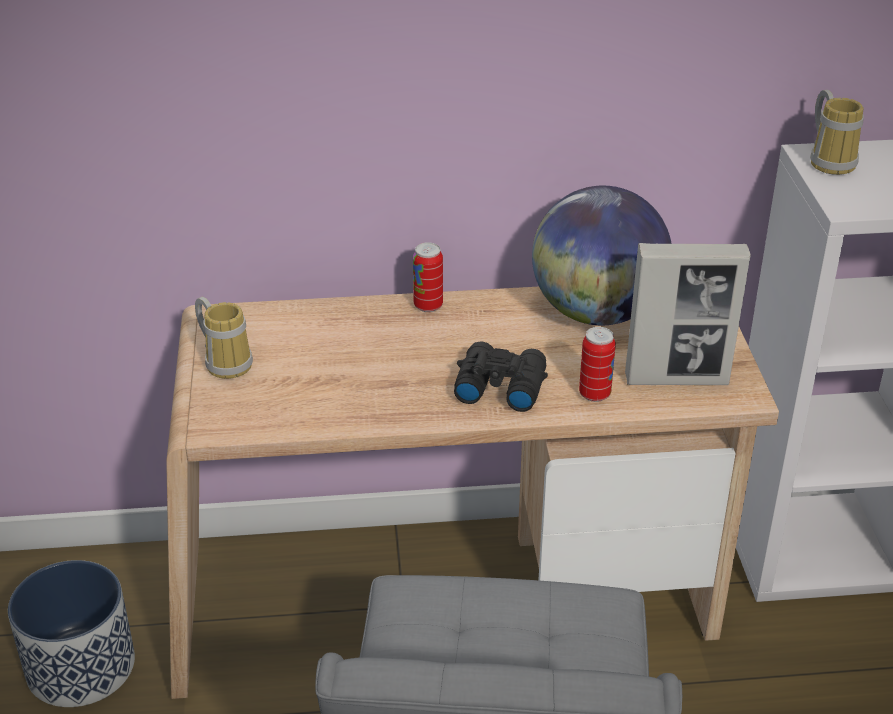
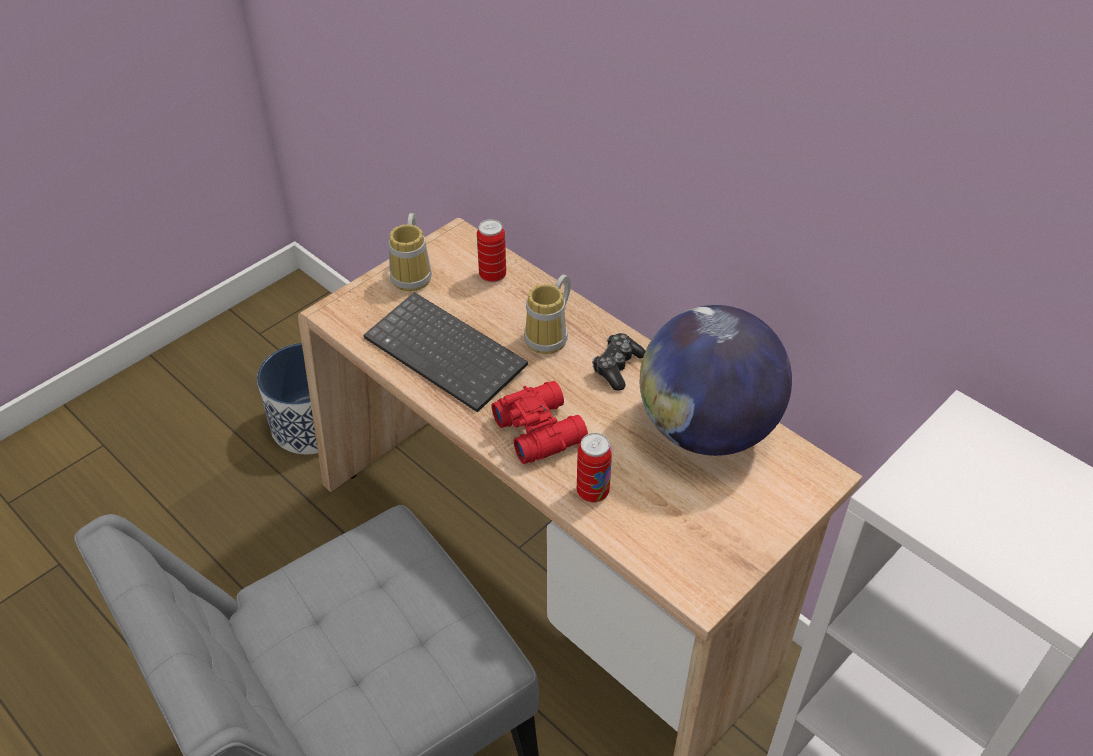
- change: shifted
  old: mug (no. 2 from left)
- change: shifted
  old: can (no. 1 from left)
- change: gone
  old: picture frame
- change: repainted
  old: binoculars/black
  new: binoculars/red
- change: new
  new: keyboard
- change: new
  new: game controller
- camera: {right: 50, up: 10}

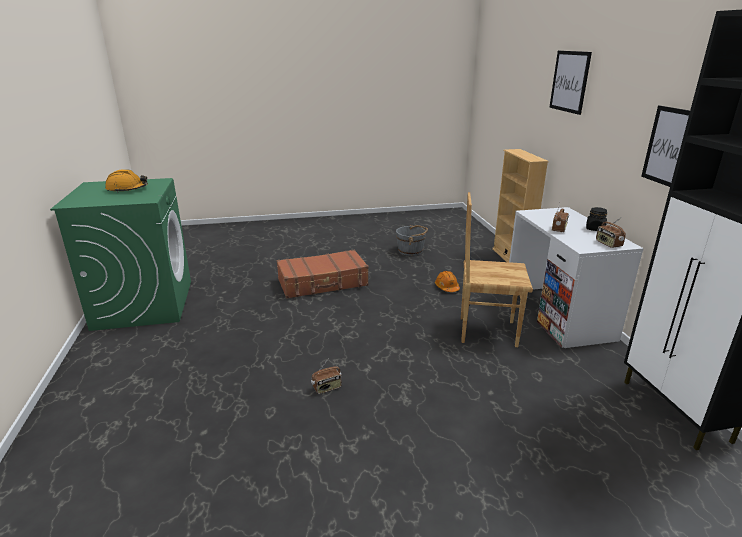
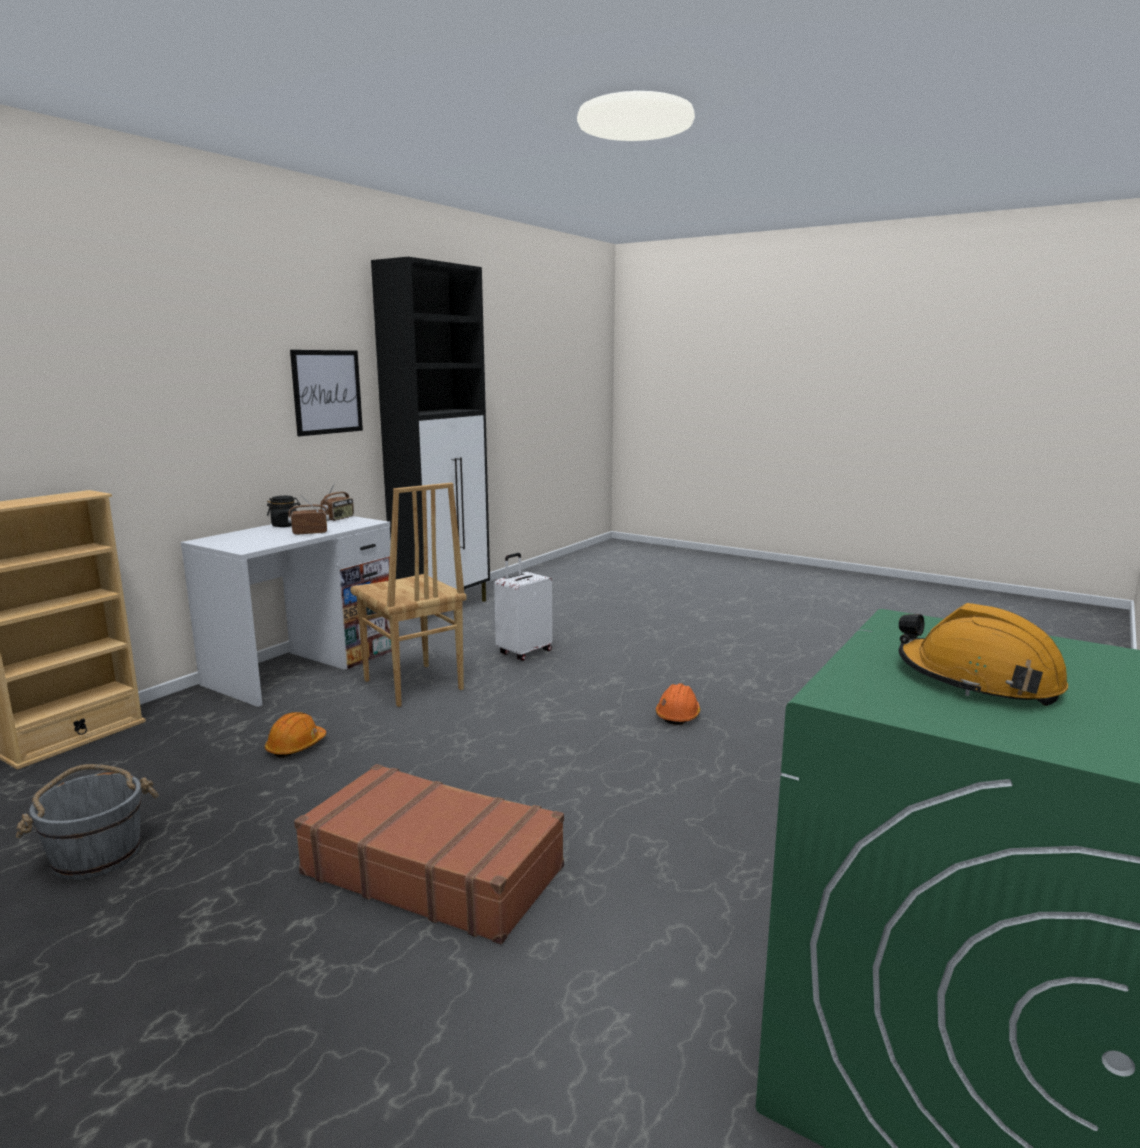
- change: gone
  old: picture (no. 1 from left)
- change: swapped
  old: radio (no. 1 from left)
  new: hard hat/orange (no. 2 from left)
- change: new
  new: suitcase/white
- camera: {right: -135, up: -10}

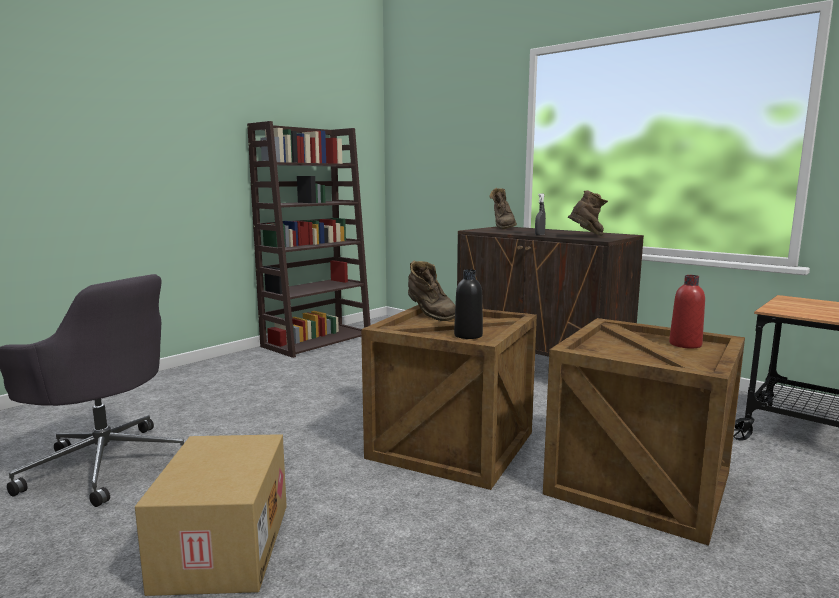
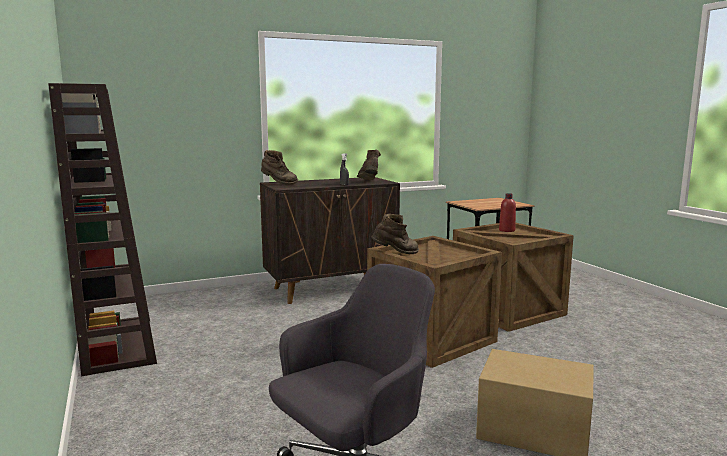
- change: gone
  old: bottle/black
- camera: {right: -65, up: 0}

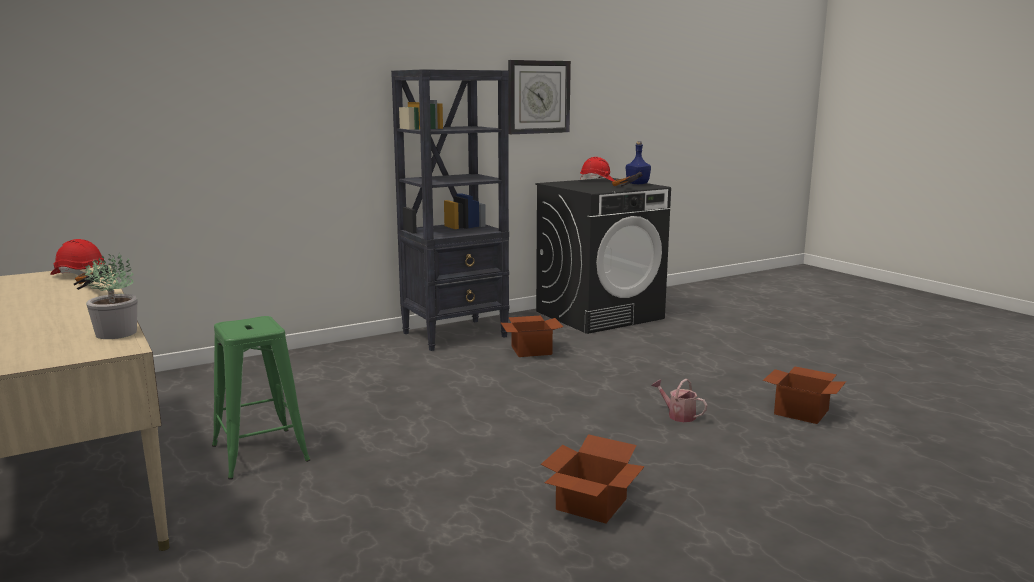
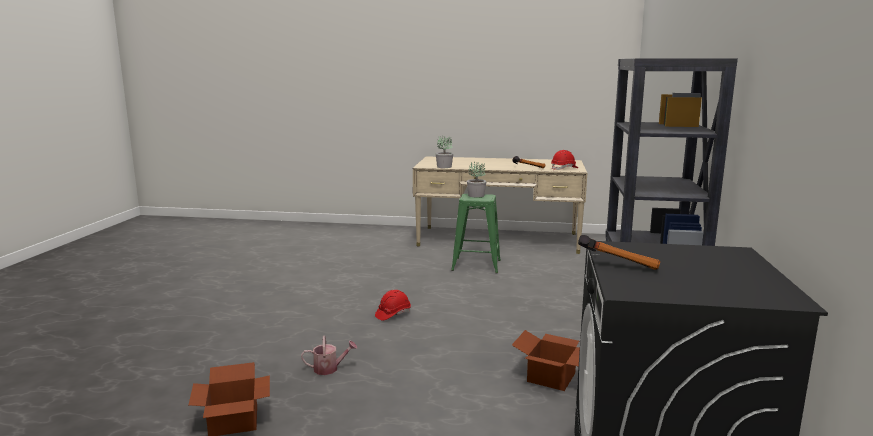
- change: gone
  old: wall clock
- change: gone
  old: bottle/blue
- change: shifted
  old: hard hat/red (no. 2 from left in the first image)
  new: hard hat/red (no. 1 from left)
- change: gone
  old: cardboard box (no. 2 from left)
- change: new
  new: potted plant (no. 2 from left)
- camera: {right: 130, up: 0}

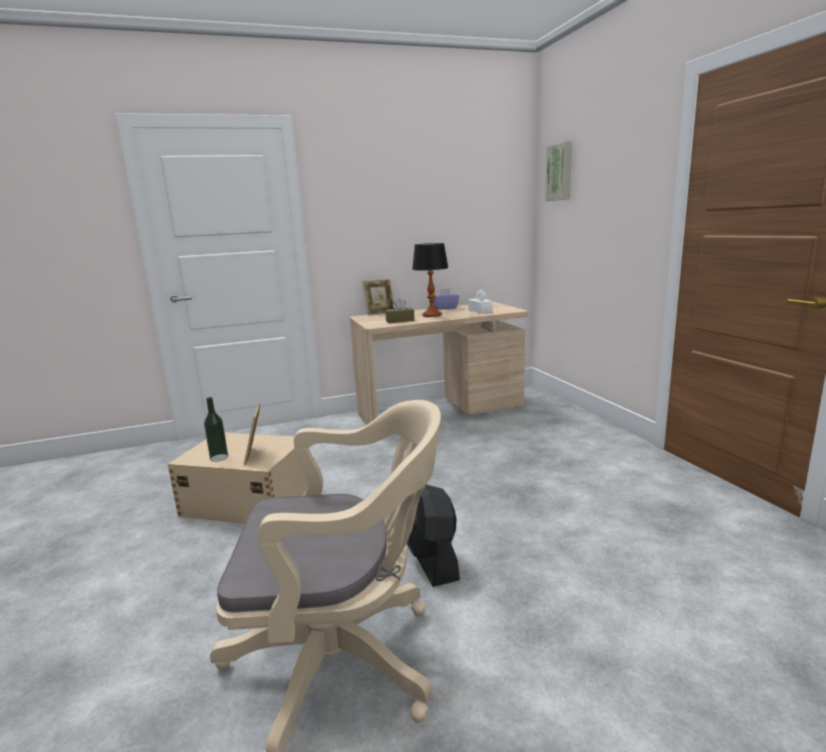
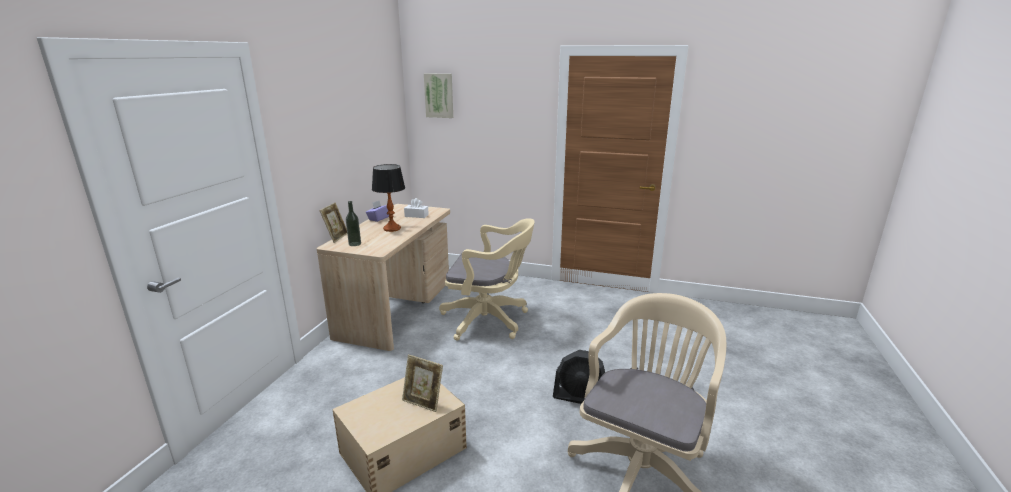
- change: gone
  old: tissue box/brown
- change: shifted
  old: bottle
- change: new
  new: office chair/beige (no. 1 from left)
- camera: {right: -55, up: 5}

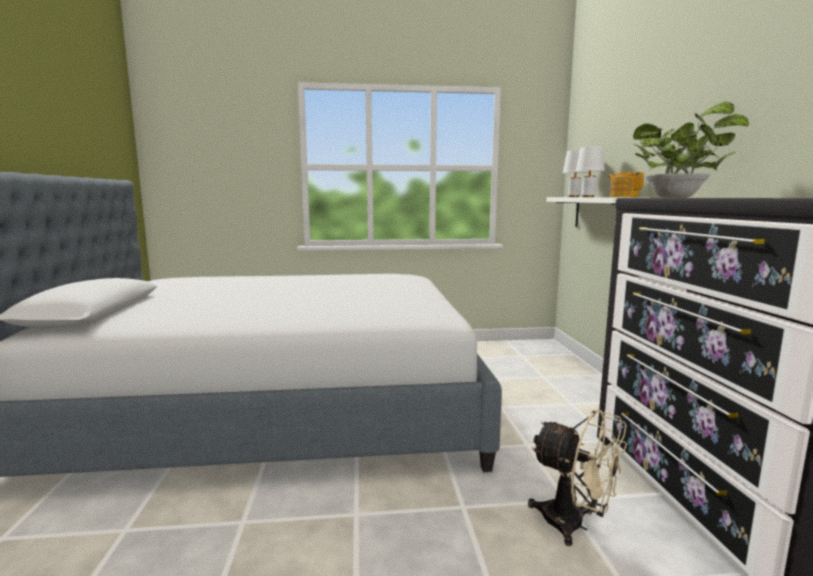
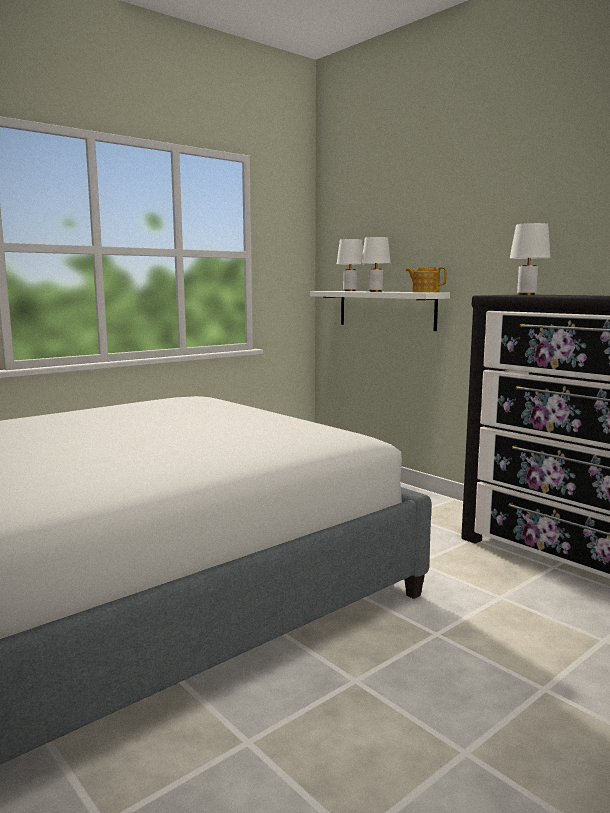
- change: swapped
  old: potted plant
  new: table lamp/white (no. 3 from left)
- change: gone
  old: fan/beige
- camera: {right: -35, up: 0}

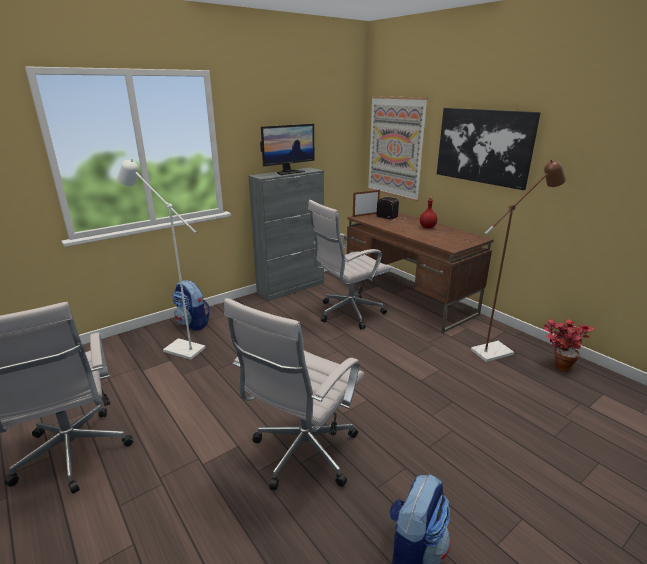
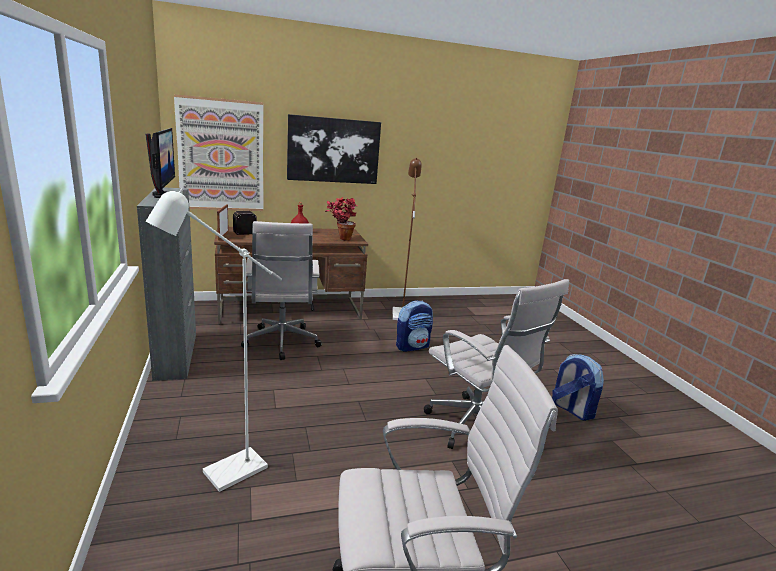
- change: shifted
  old: backpack (no. 1 from left)
- change: shifted
  old: potted plant
- camera: {right: -70, up: -5}

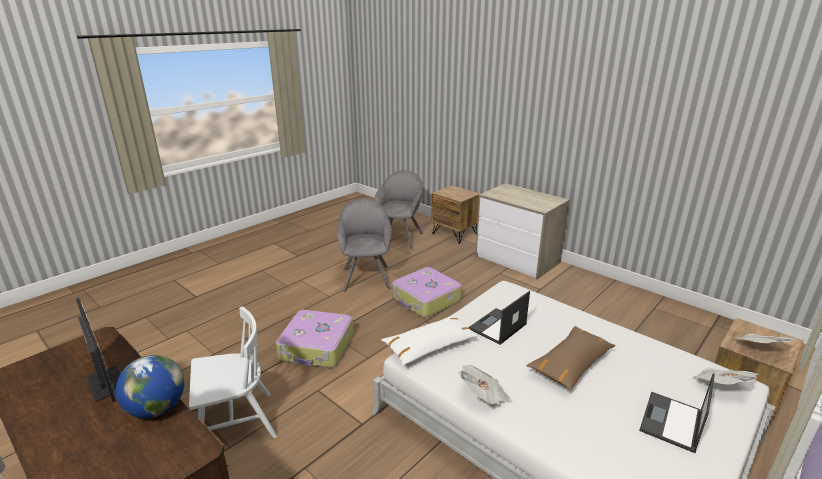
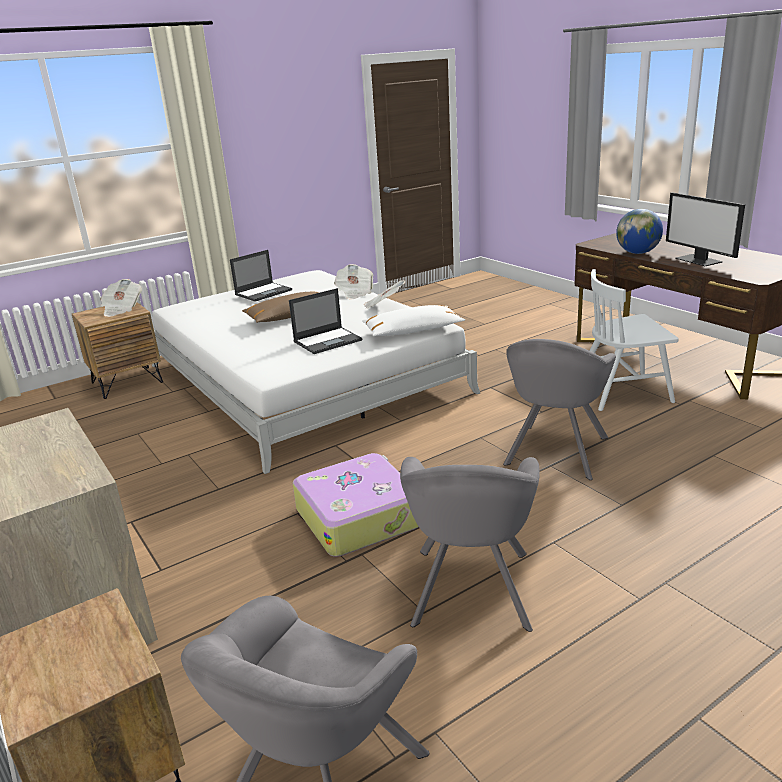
- change: swapped
  old: suitcase (no. 1 from left)
  new: armchair/grey (no. 3 from left)
- change: shifted
  old: newspaper (no. 2 from left)
- camera: {right: -165, up: 0}

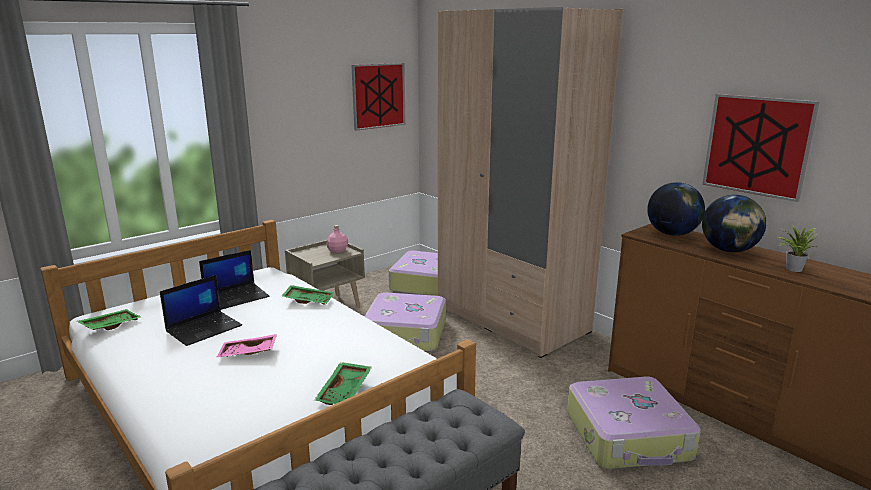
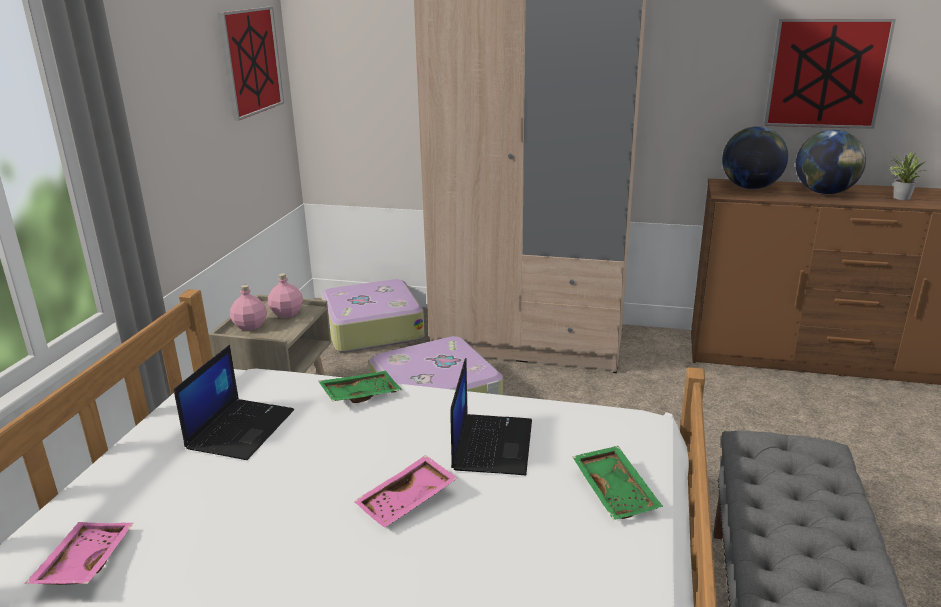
- change: shifted
  old: laptop (no. 1 from left in the first image)
  new: laptop (no. 2 from left)
- change: repainted
  old: tray/green (no. 1 from left)
  new: tray/pink (no. 1 from left)
- change: gone
  old: suitcase (no. 3 from left)
- change: new
  new: bottle/pink (no. 1 from left)
- camera: {right: -35, up: 5}

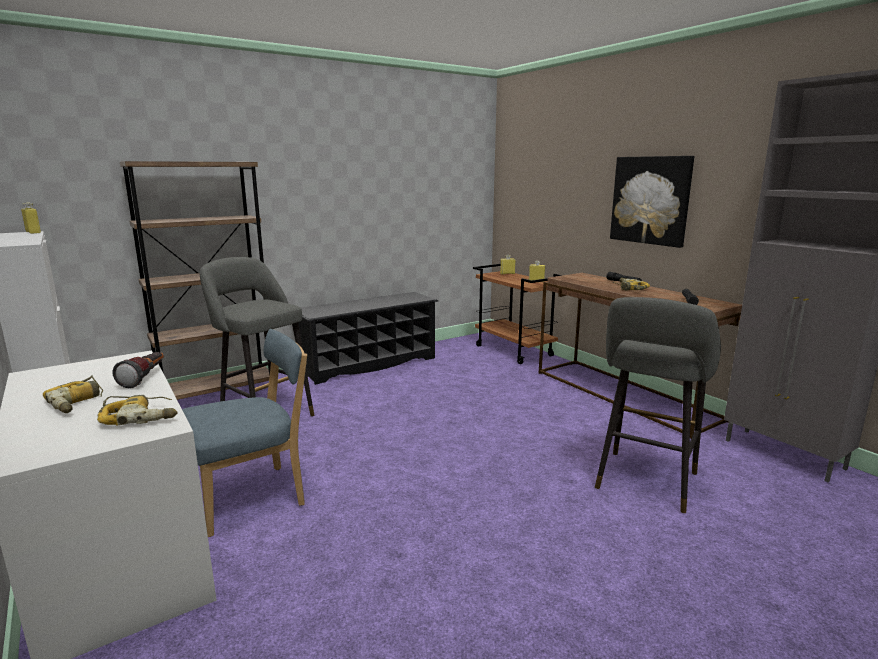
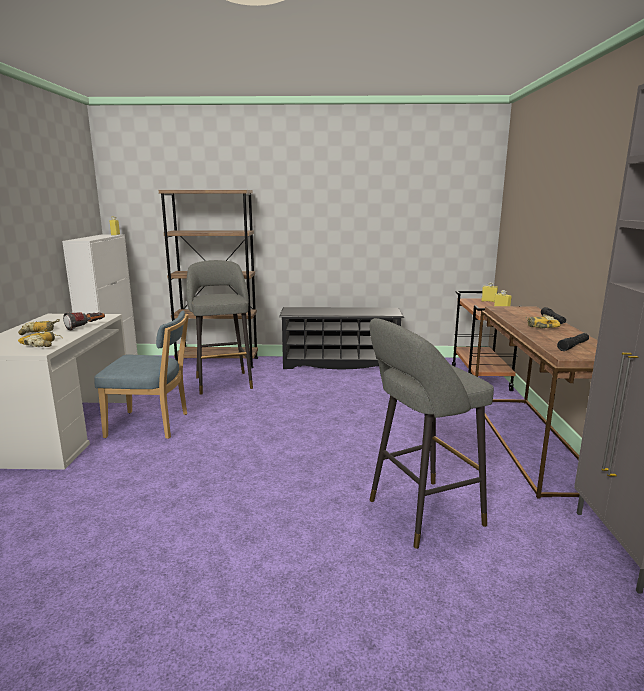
- change: gone
  old: picture
- camera: {right: 35, up: 0}

